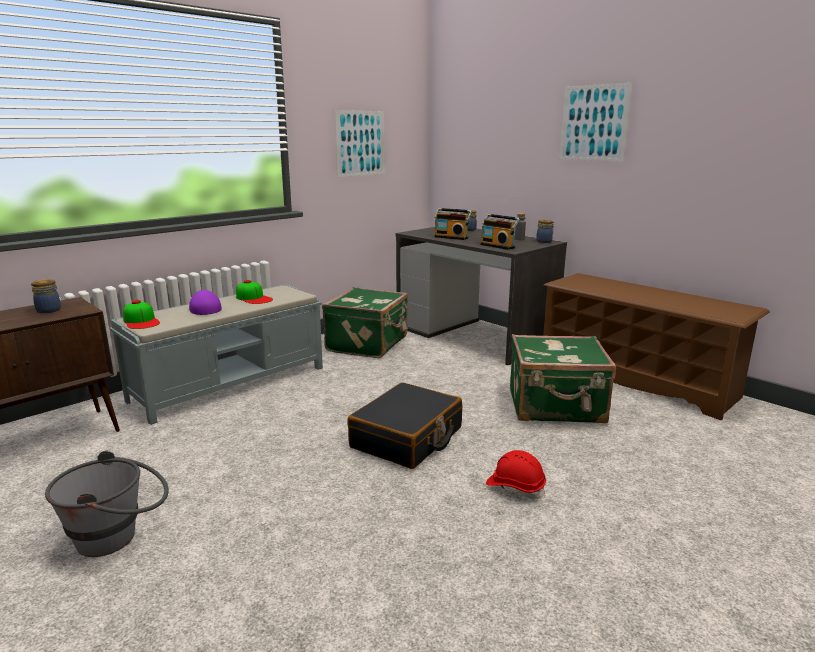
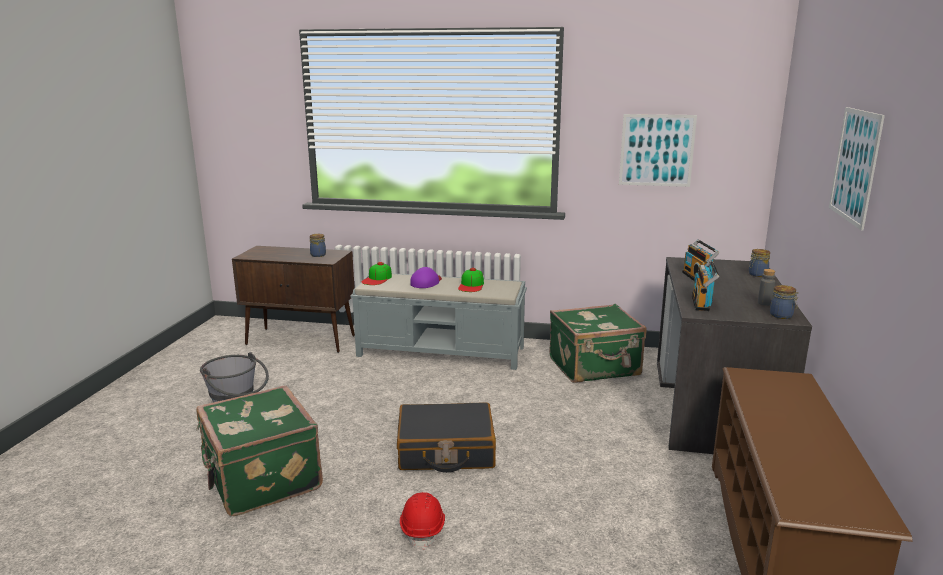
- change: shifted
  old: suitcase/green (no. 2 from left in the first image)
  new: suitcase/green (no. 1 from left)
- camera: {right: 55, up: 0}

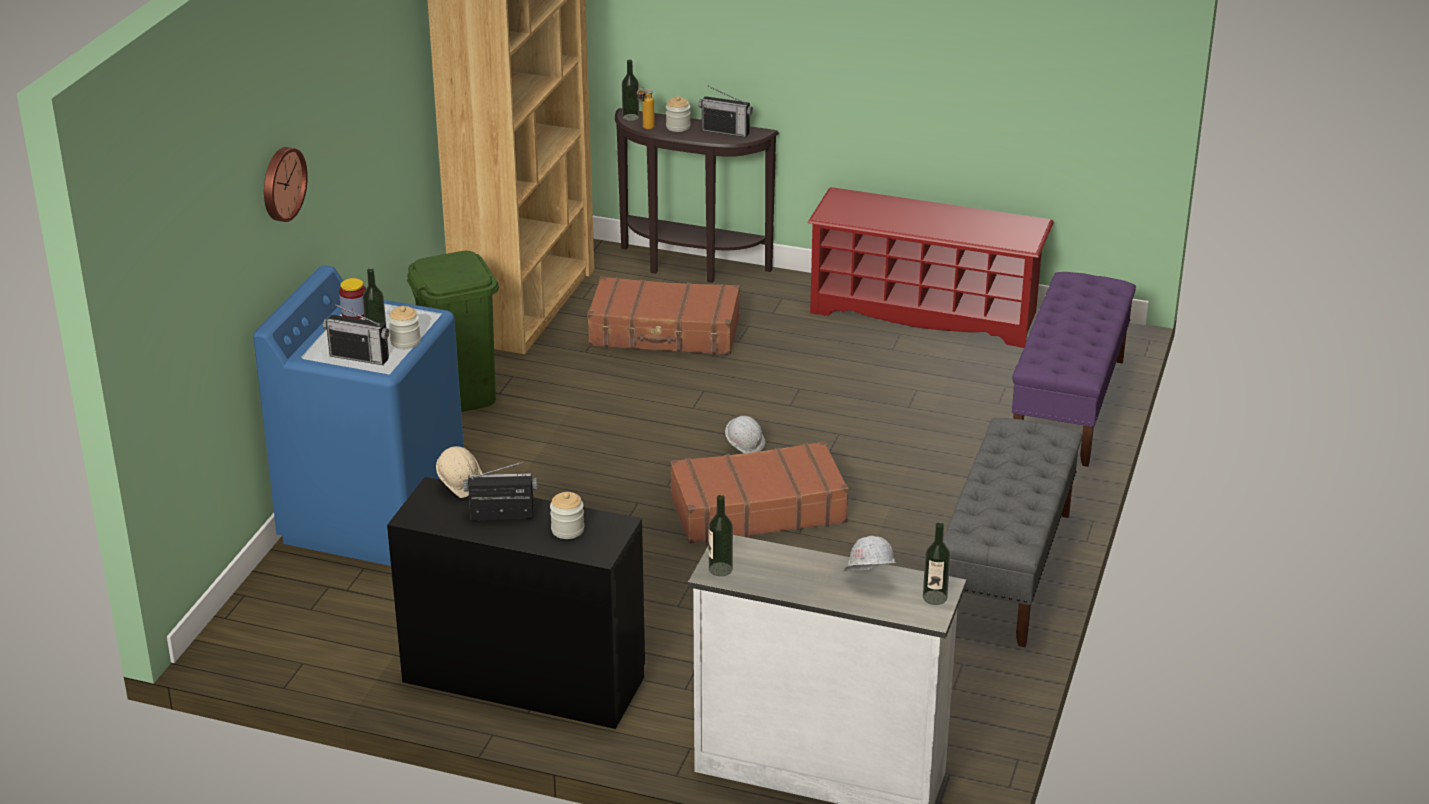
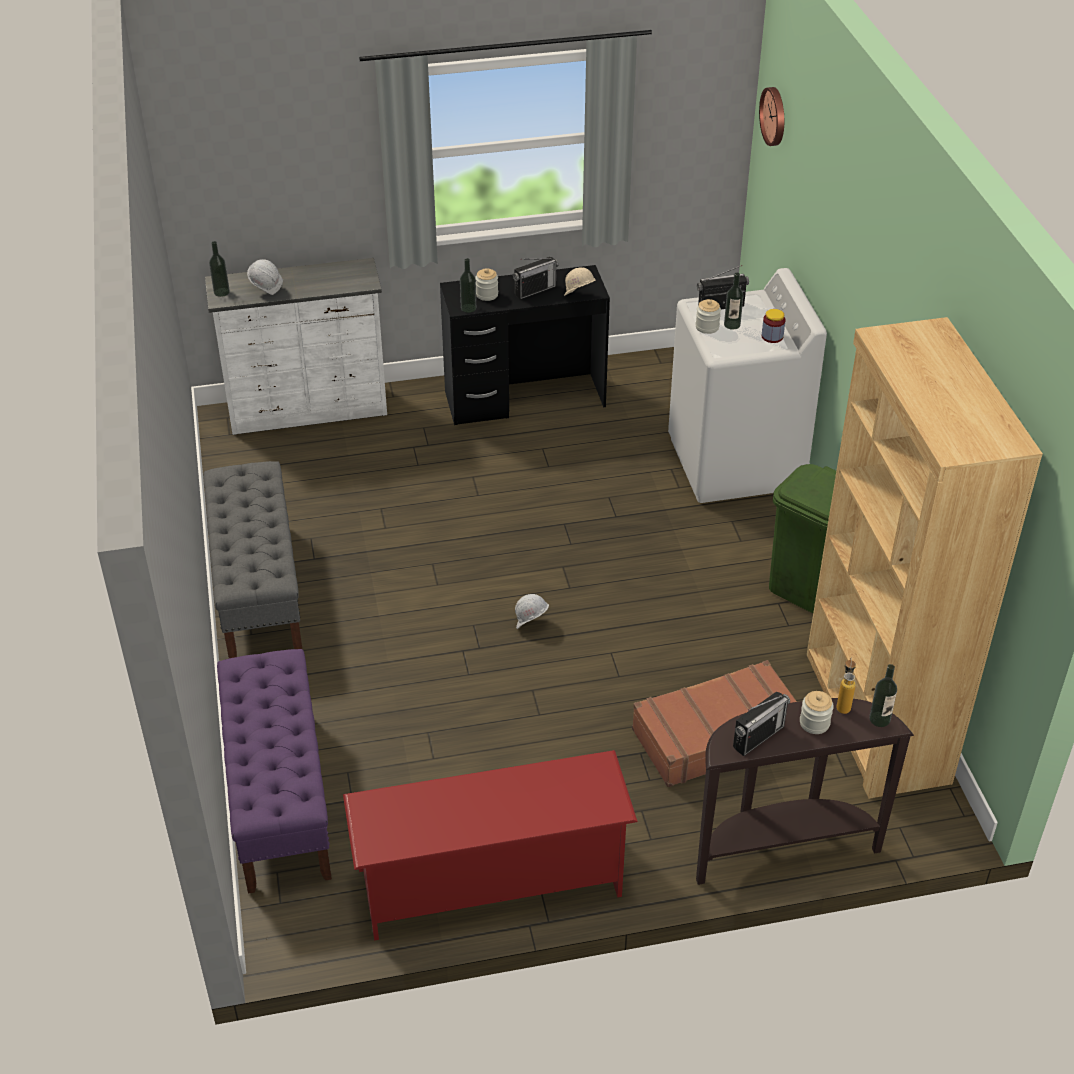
- change: rotated
  old: radio (no. 3 from left)
  degrees: 150
- change: shifted
  old: wall clock
- change: repainted
  old: washing machine/blue
  new: washing machine/white
- change: gone
  old: suitcase/brown (no. 2 from left)
- change: shifted
  old: bottle (no. 4 from left in the first image)
  new: bottle (no. 2 from left)
- camera: {right: 150, up: 10}

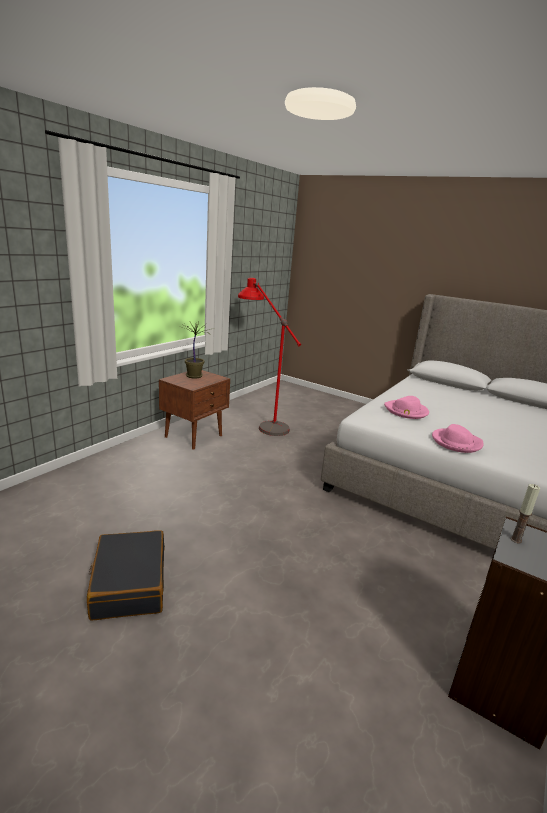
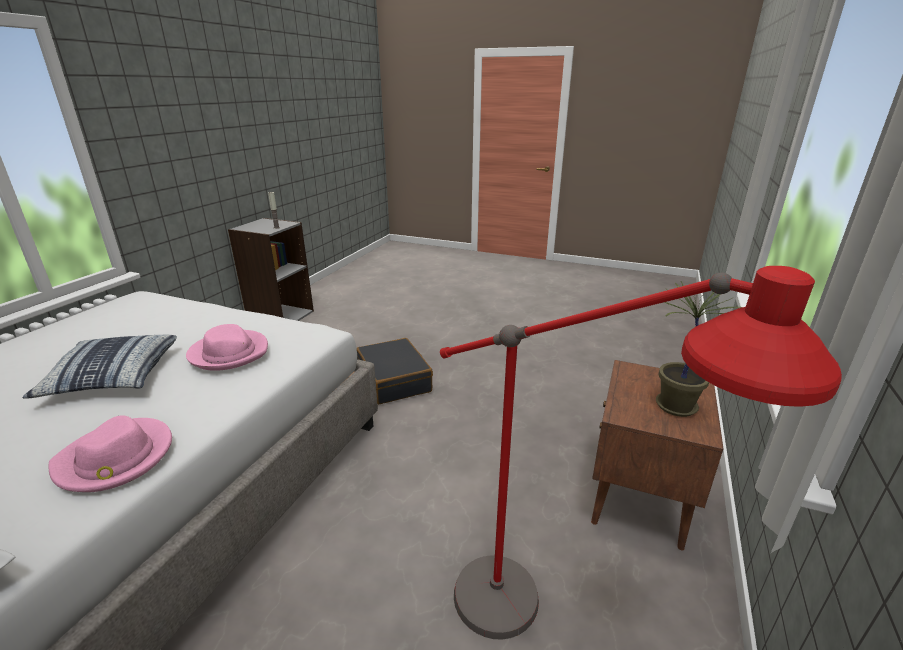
- change: shifted
  old: hat/pink (no. 2 from left in the first image)
  new: hat/pink (no. 1 from left)
- change: shifted
  old: suitcase/black
- change: new
  new: pillow
- camera: {right: 170, up: 5}

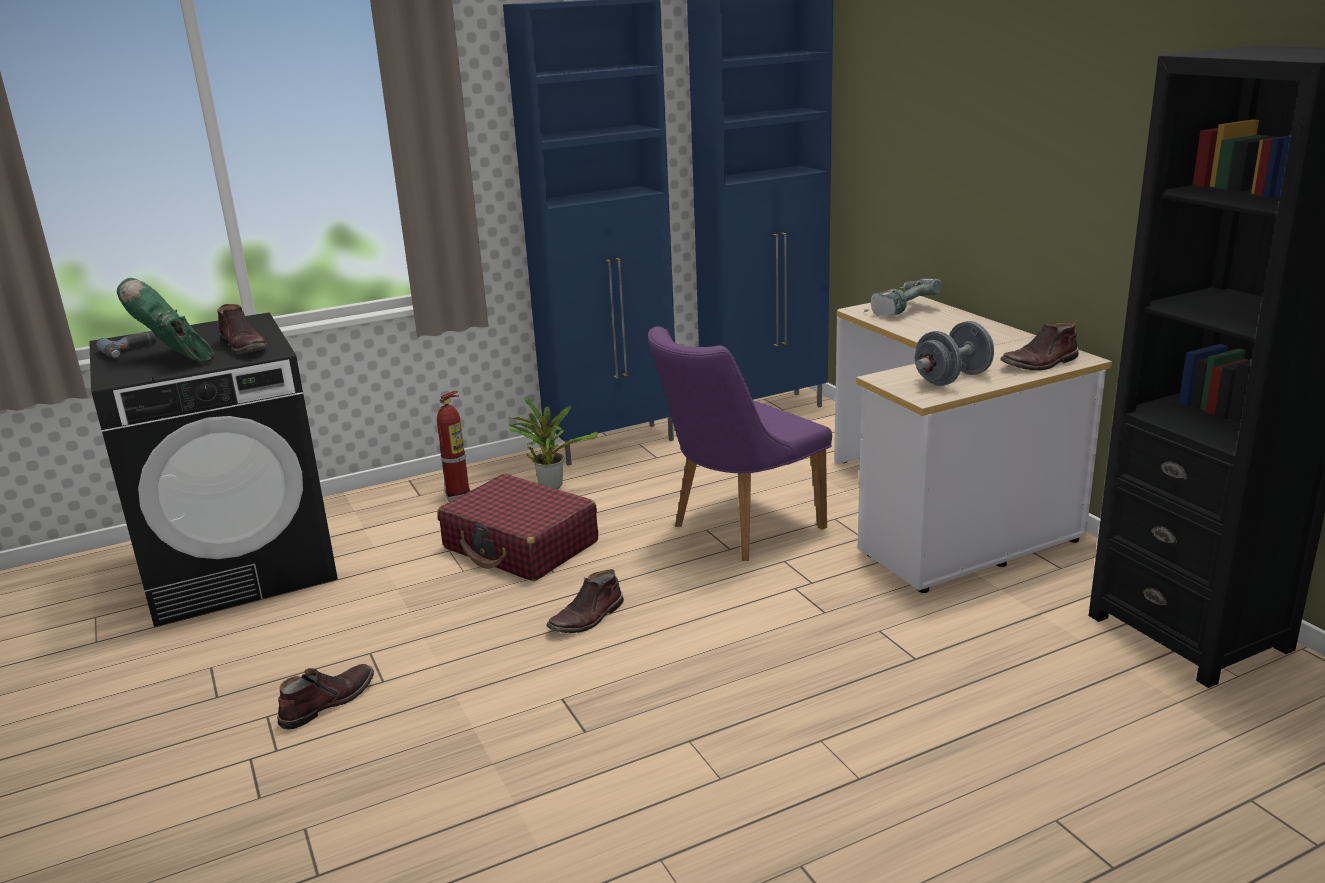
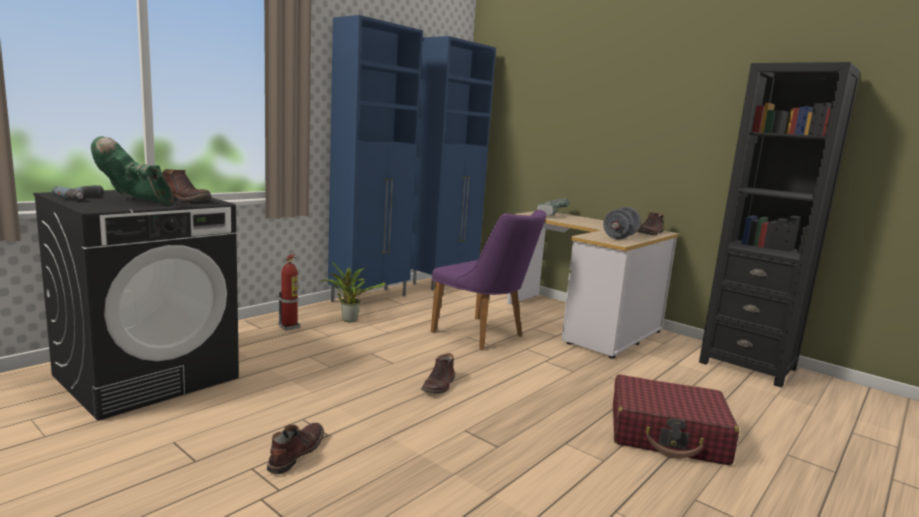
- change: rotated
  old: chair/purple
  degrees: -75
- change: shifted
  old: suitcase/red
- camera: {right: -25, up: -10}

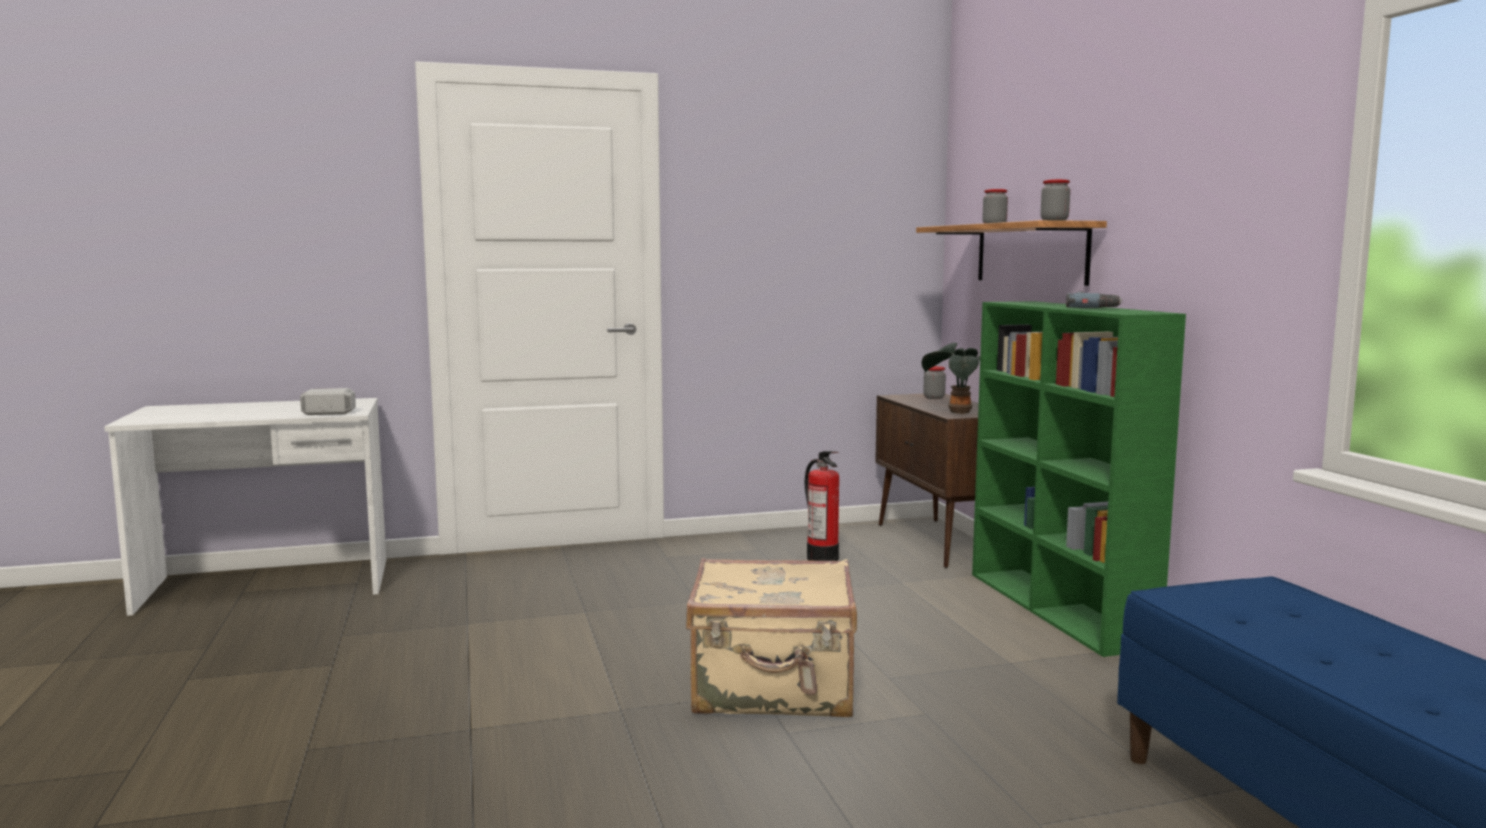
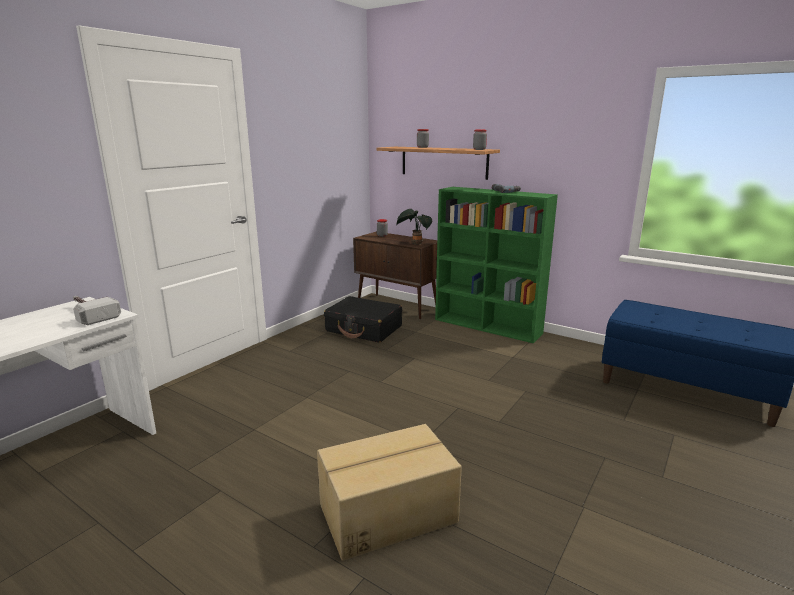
- change: swapped
  old: fire extinguisher
  new: suitcase/black
- change: gone
  old: suitcase/beige
- change: new
  new: cardboard box
- camera: {right: -40, up: 10}

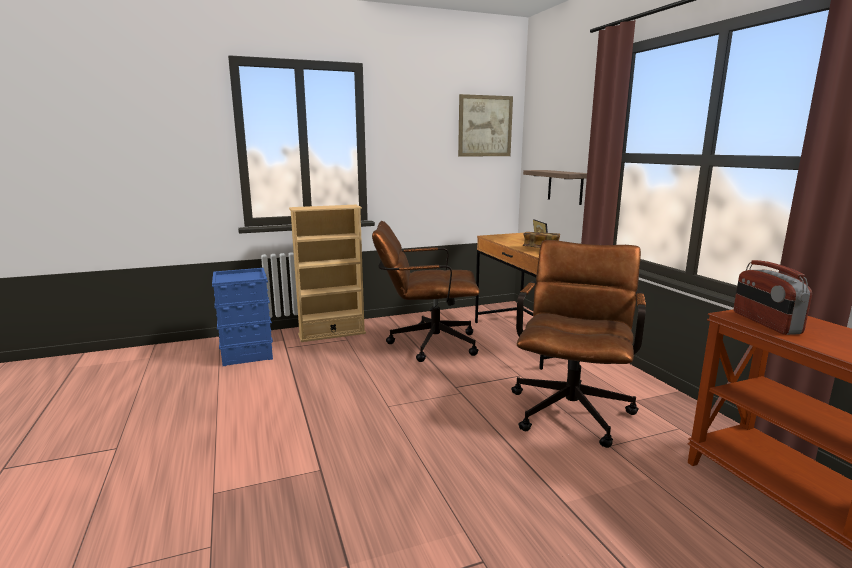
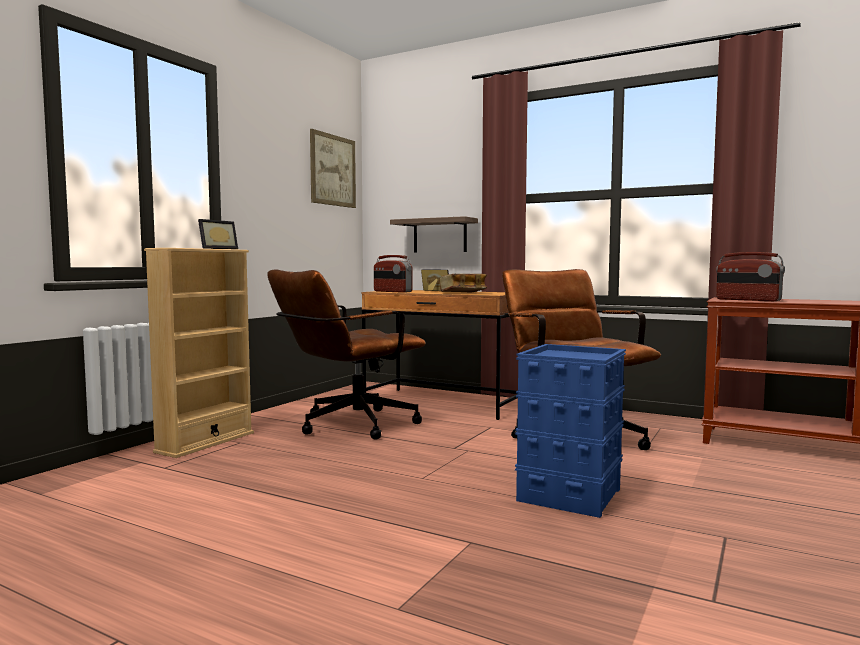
- change: shifted
  old: storage box/blue
- change: new
  new: picture frame (no. 1 from left)
- change: new
  new: radio (no. 1 from left)
- camera: {right: -40, up: -10}

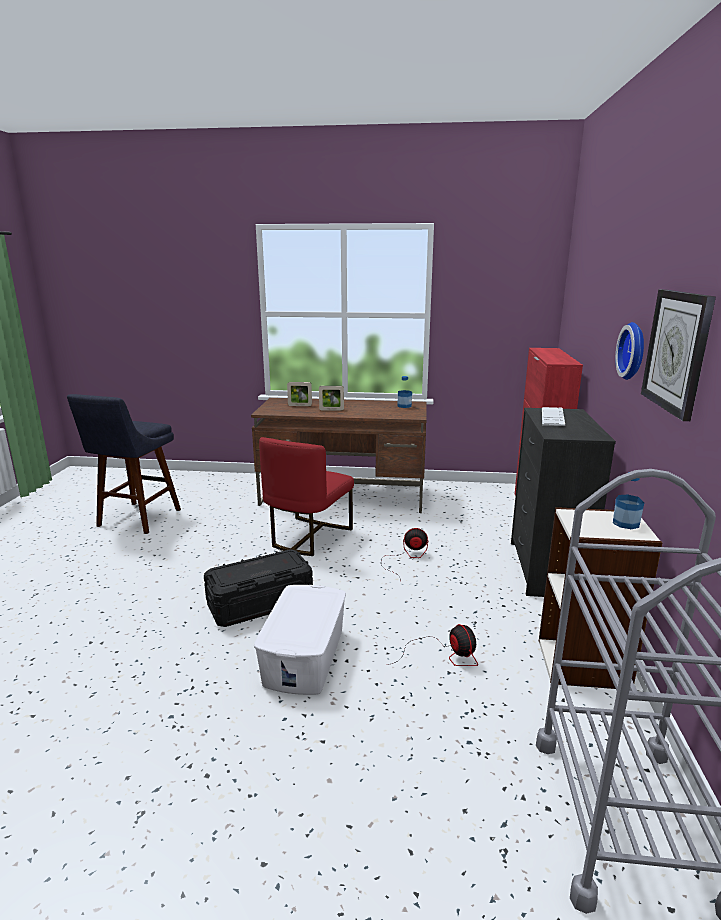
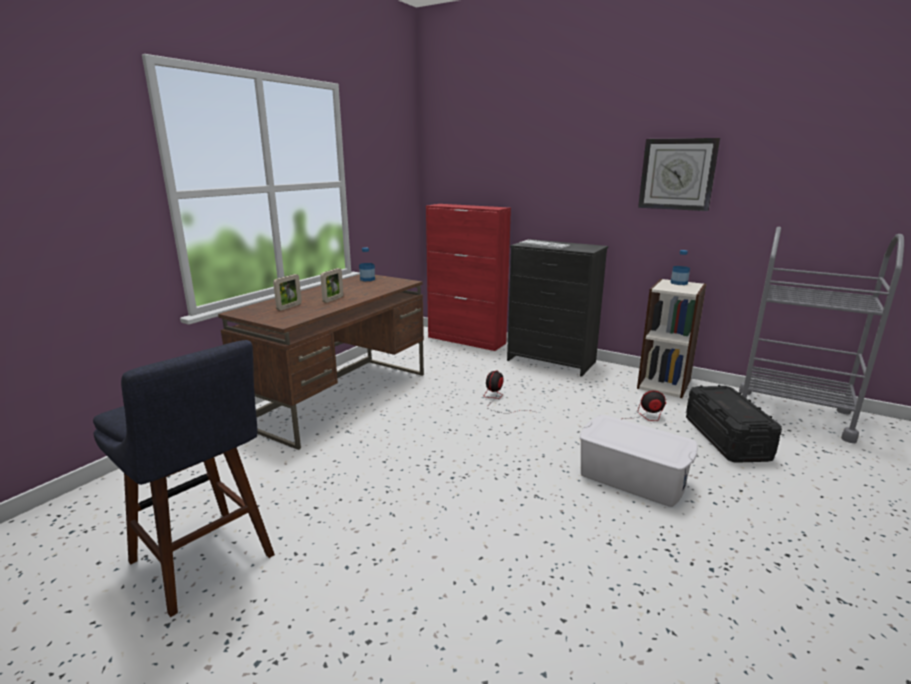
- change: gone
  old: wall clock (no. 1 from left)
- change: gone
  old: chair/red
- change: shifted
  old: storage box/black
- camera: {right: -65, up: 0}

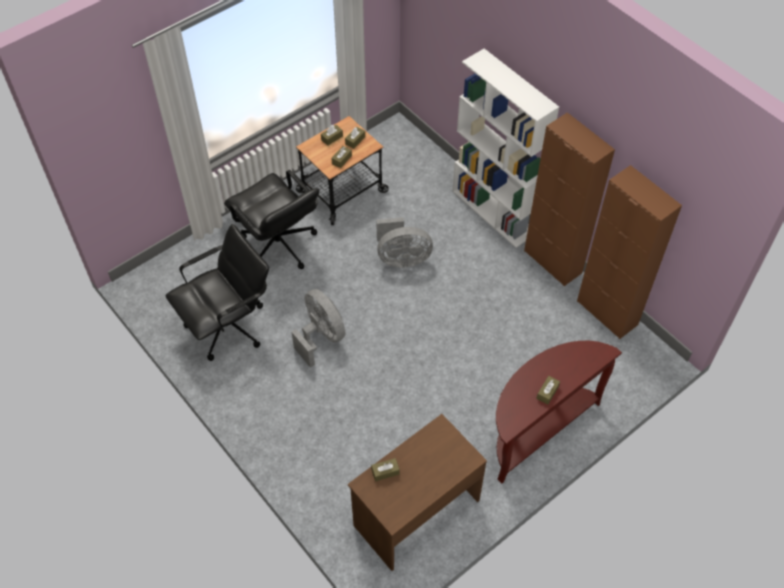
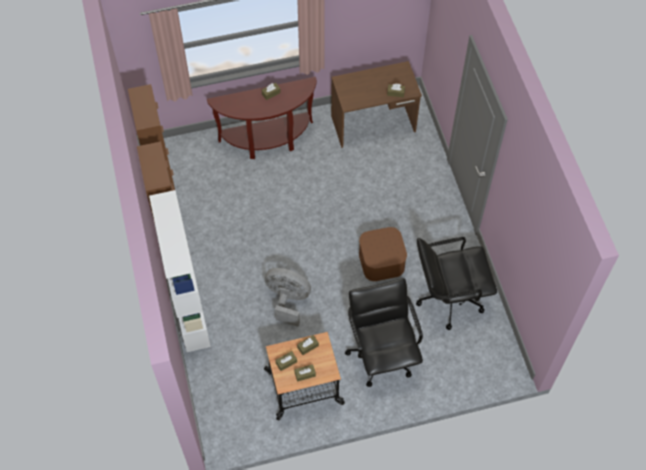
- change: swapped
  old: fan/grey (no. 1 from left)
  new: storage box/brown
- camera: {right: -155, up: 5}

